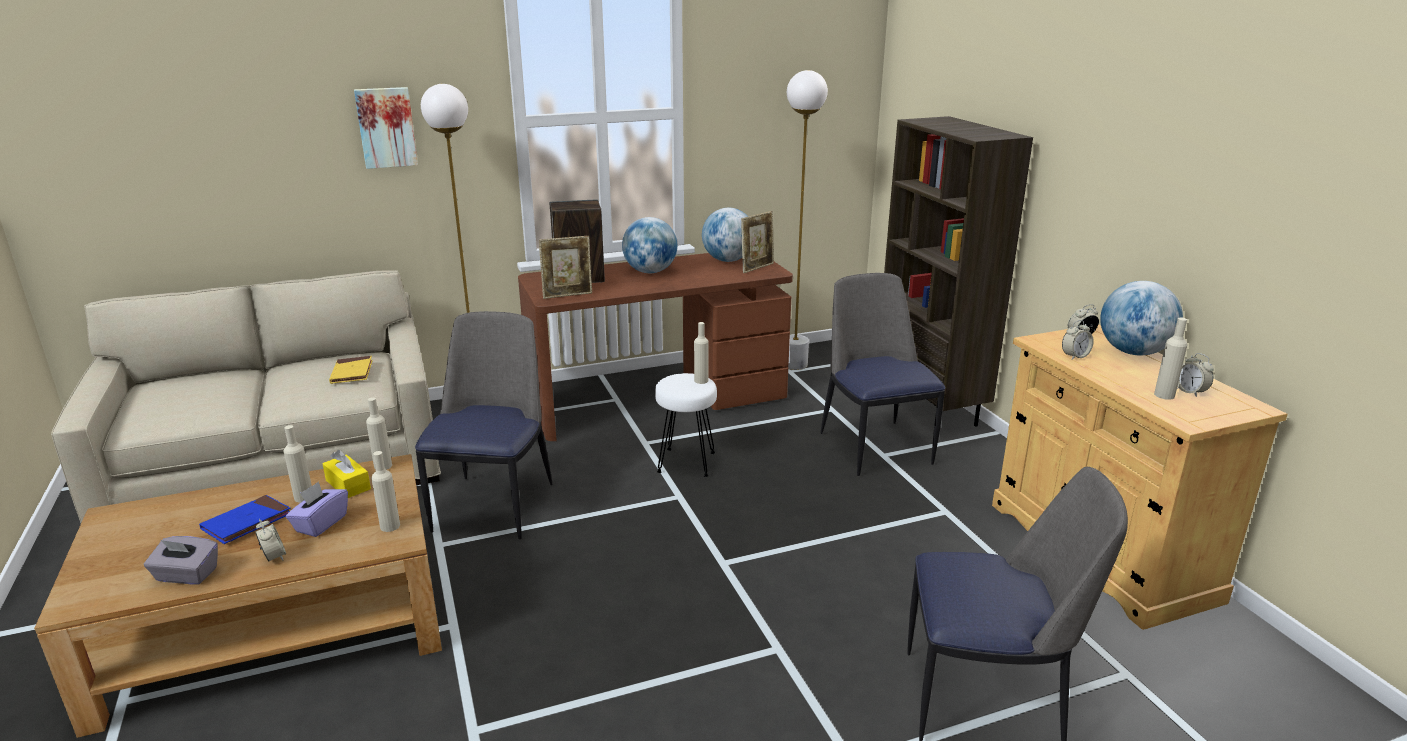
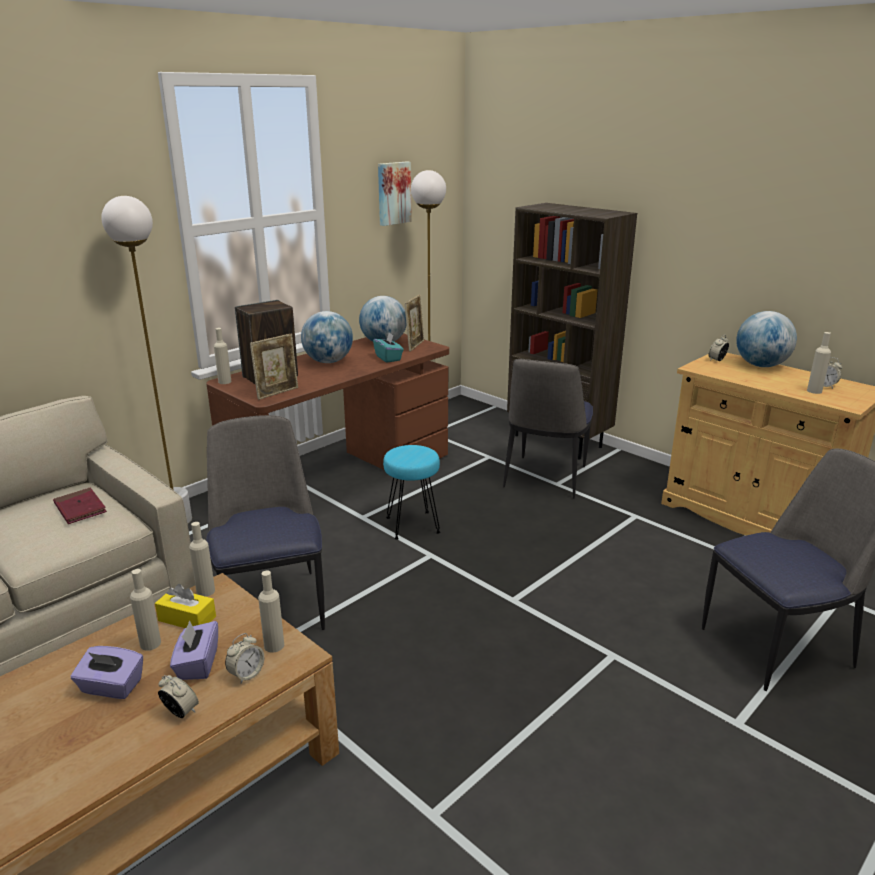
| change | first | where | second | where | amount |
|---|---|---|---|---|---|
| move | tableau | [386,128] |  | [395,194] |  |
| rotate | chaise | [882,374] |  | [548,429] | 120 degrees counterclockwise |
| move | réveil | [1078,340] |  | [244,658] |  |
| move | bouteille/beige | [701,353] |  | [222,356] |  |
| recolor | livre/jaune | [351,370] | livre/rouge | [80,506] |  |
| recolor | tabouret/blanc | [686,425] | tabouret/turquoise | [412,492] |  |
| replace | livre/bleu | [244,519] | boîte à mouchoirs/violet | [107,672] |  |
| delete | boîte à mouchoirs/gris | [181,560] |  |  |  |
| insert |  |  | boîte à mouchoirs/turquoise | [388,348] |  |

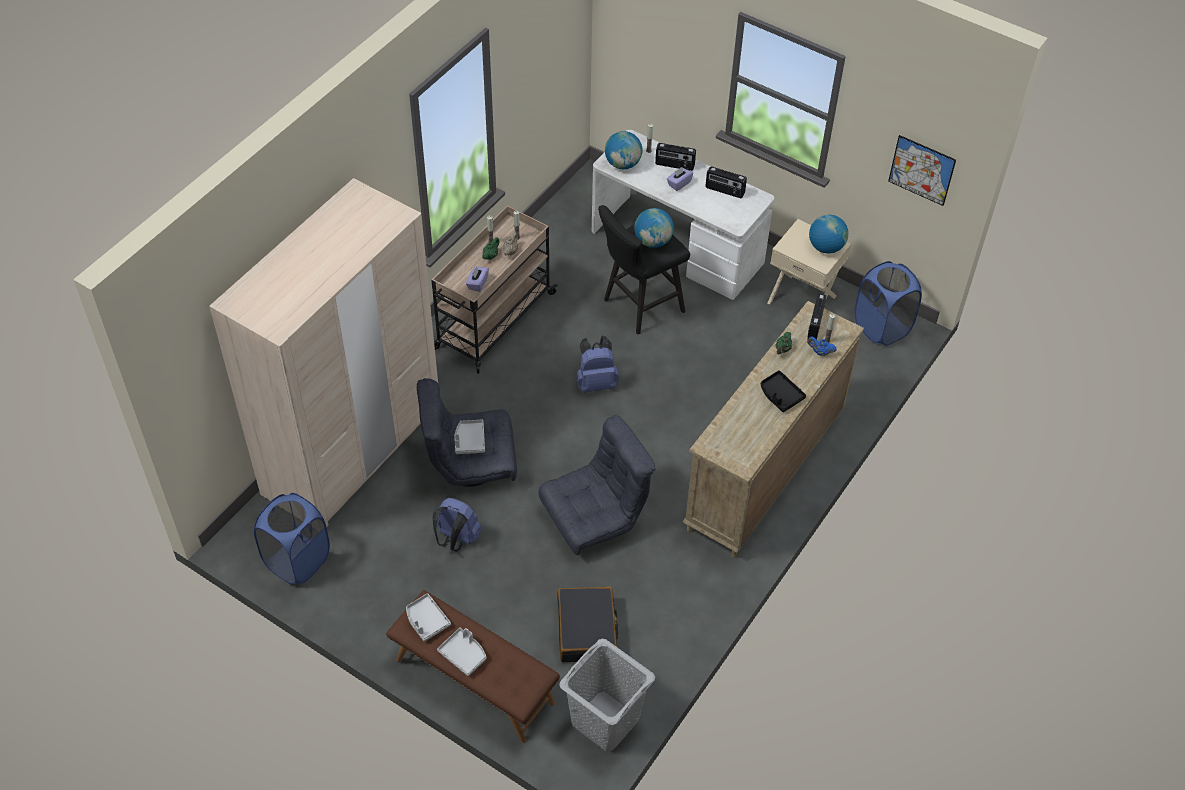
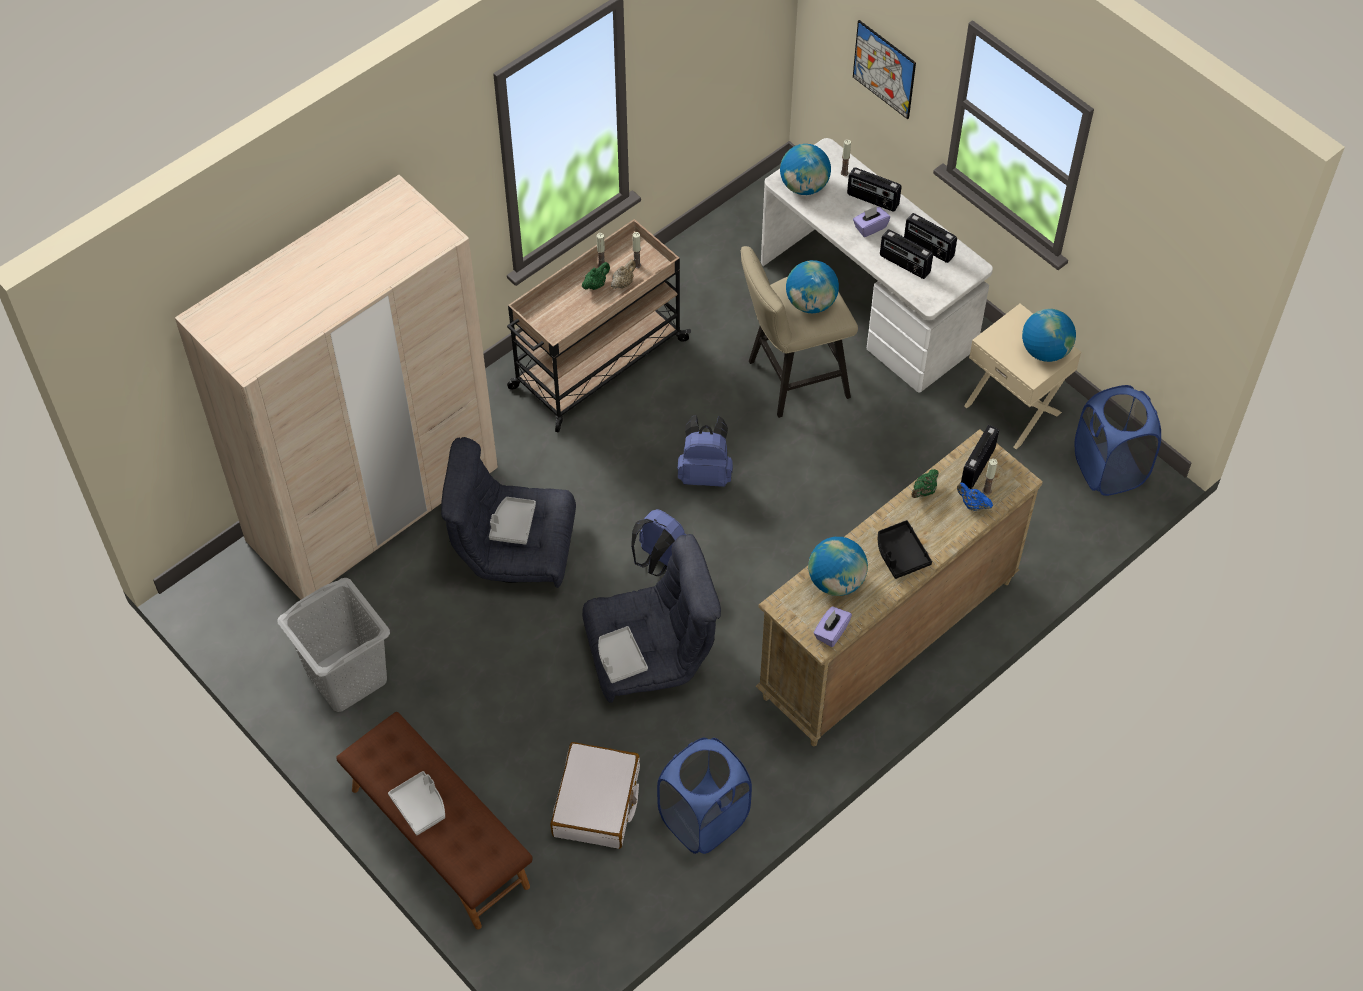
| change | first | where | second | where | amount |
|---|---|---|---|---|---|
| move | tableau | [922,170] |  | [884,69] |  |
| recolor | tabouret/noir | [644,270] | tabouret/beige | [799,332] |  |
| move | boîte à mouchoirs/violet | [477,279] |  | [832,626] |  |
| move | panier à linge/bleu | [292,539] |  | [704,796] |  |
| move | sac à dos/bleu | [457,525] |  | [658,542] |  |
| recolor | valise/noir | [588,624] | valise/blanc | [595,795] |  |
| move | plateau/gris | [428,617] |  | [623,654] |  |
| move | panier à linge/gris | [607,695] |  | [333,645] |  |
| insert |  |  | radio | [906,254] |  |
| insert |  |  | globe | [838,566] |  |

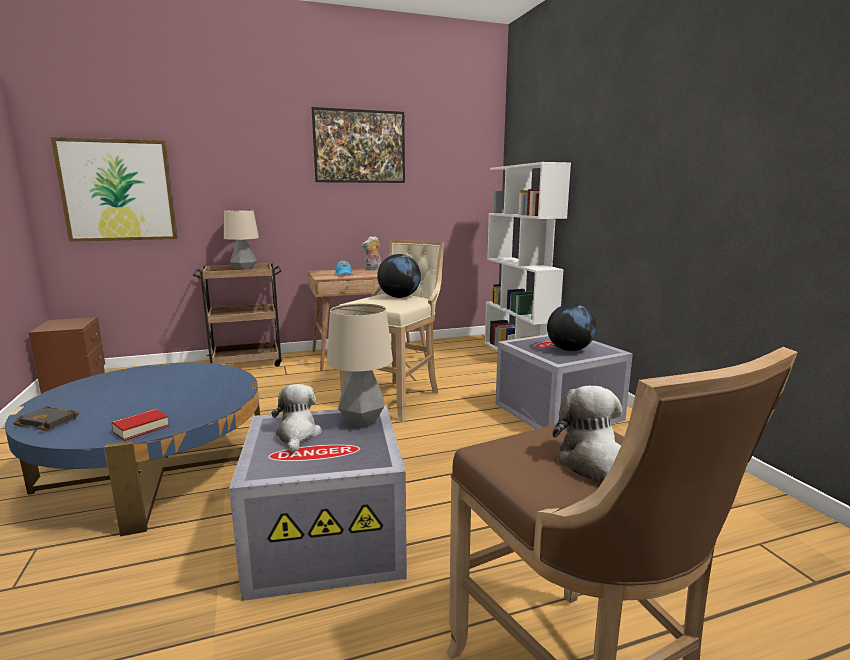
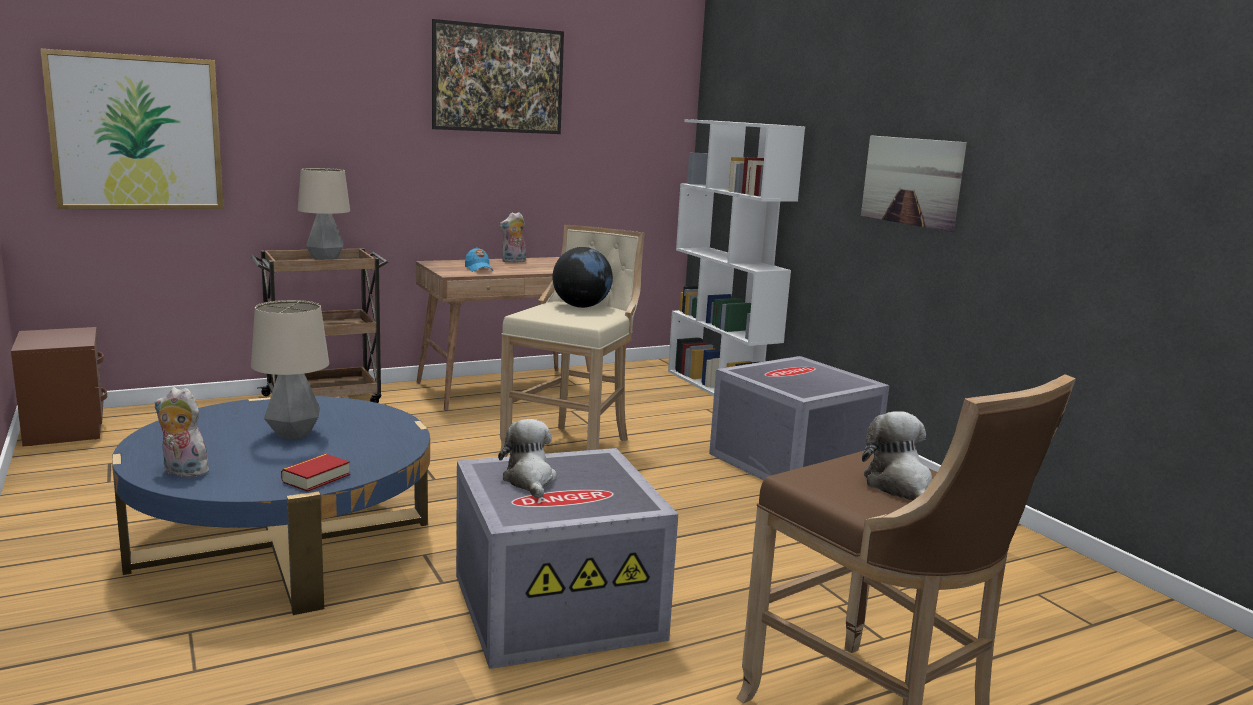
| change | first | where | second | where | amount |
|---|---|---|---|---|---|
| delete | globe | [571,327] |  |  |  |
| move | lampe de table | [360,365] |  | [290,370] |  |
| replace | livre/noir | [46,418] | peluche | [182,432] |  |
| insert |  |  | tableau | [914,183] |  |

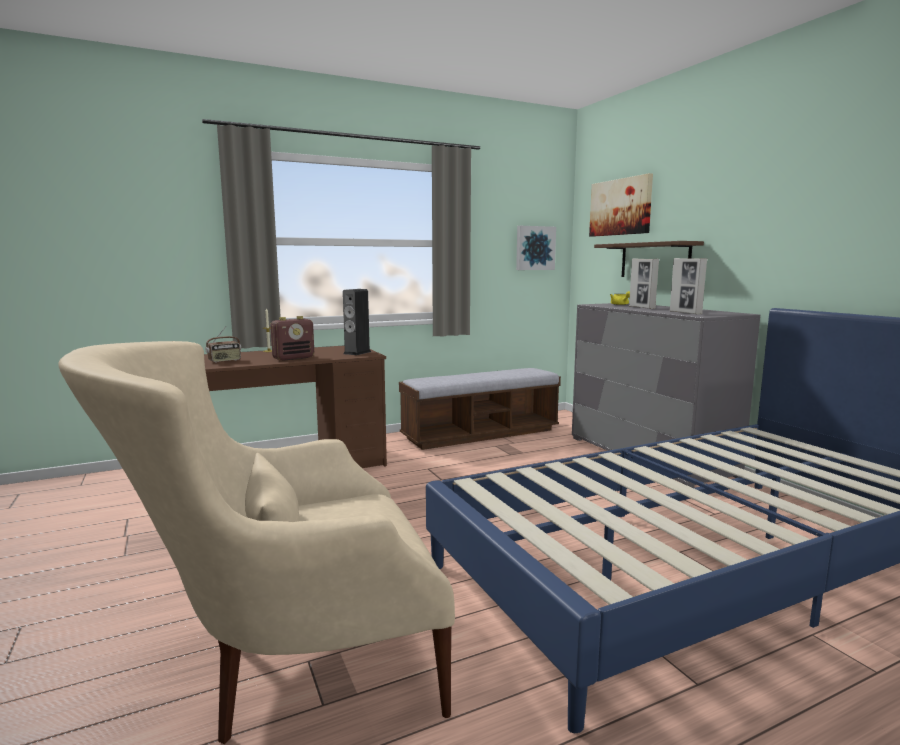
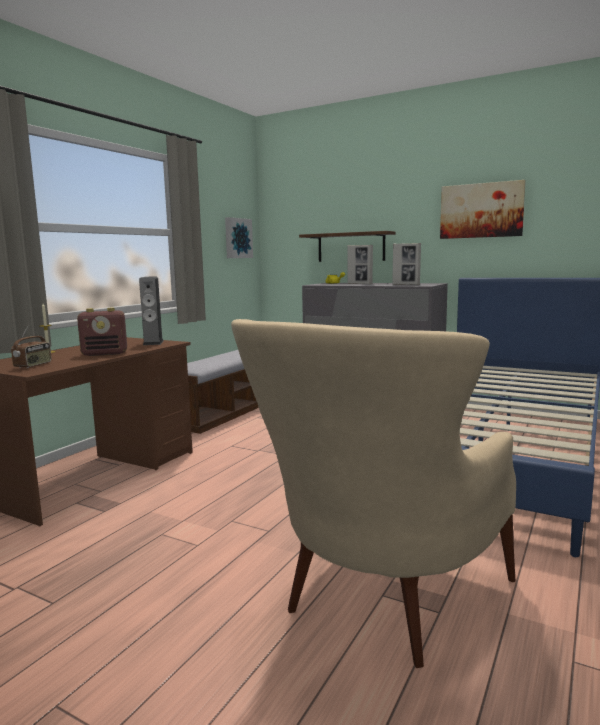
| change | first | where | second | where | amount |
|---|---|---|---|---|---|
| move | tableau | [621,205] |  | [483,209] |  |
| rotate | radio | [292,338] |  | [102,332] | 60 degrees clockwise |

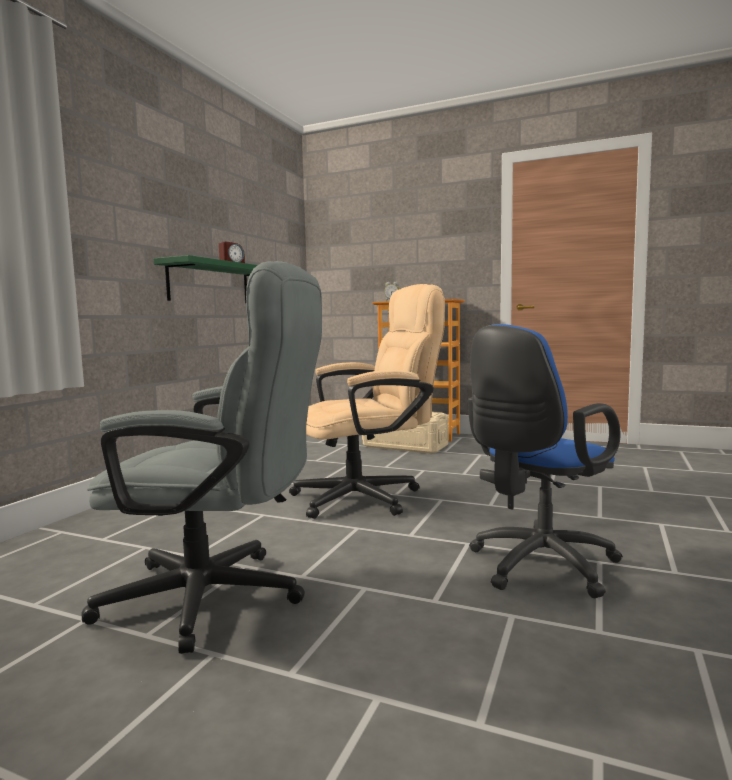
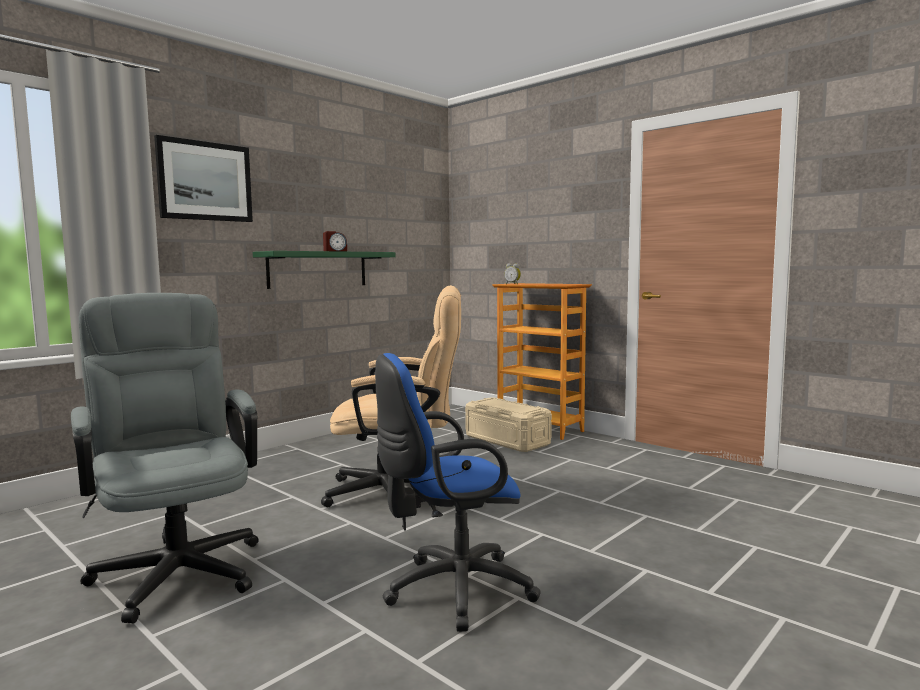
| change | first | where | second | where | amount |
|---|---|---|---|---|---|
| rotate | chaise de bureau/gris | [202,457] |  | [165,458] | 150 degrees counterclockwise |
| insert |  |  | tableau | [203,178] |  |

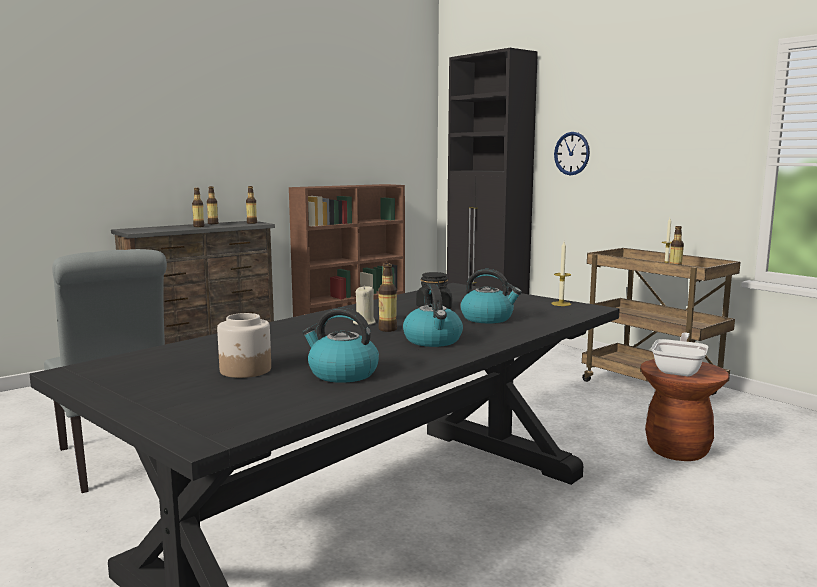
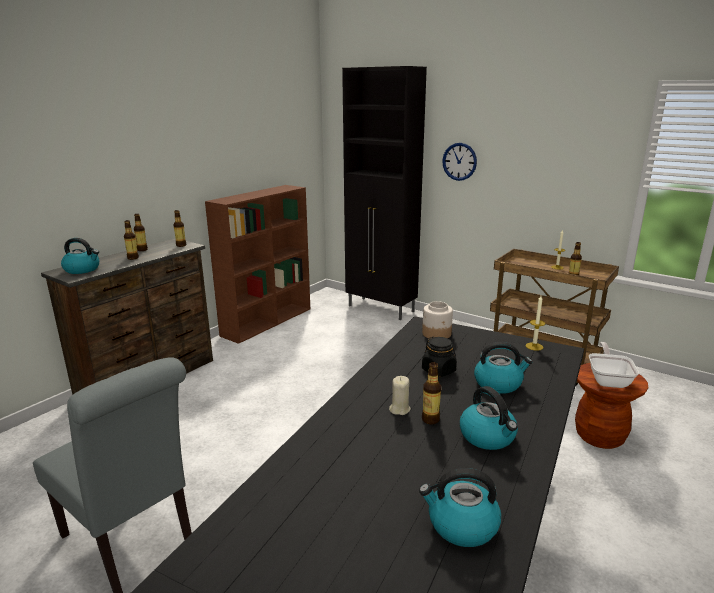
| change | first | where | second | where | amount |
|---|---|---|---|---|---|
| move | bocal | [244,345] |  | [437,320] |  |
| insert |  |  | bouilloire | [80,256] |  |

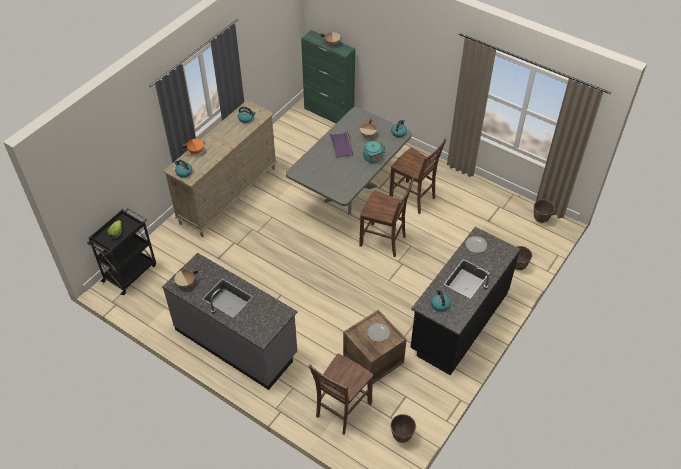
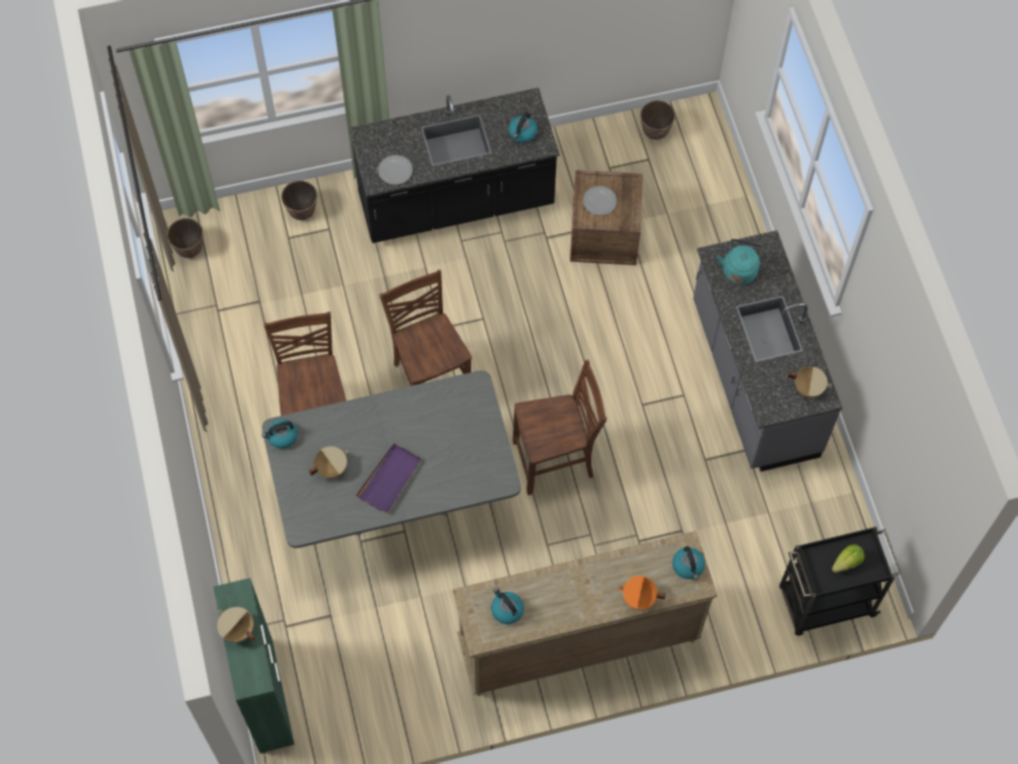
| change | first | where | second | where | amount |
|---|---|---|---|---|---|
| move | bouilloire/turquoise | [374,152] |  | [740,262] |  |
| move | chaise/marron | [341,394] |  | [560,427] |  |

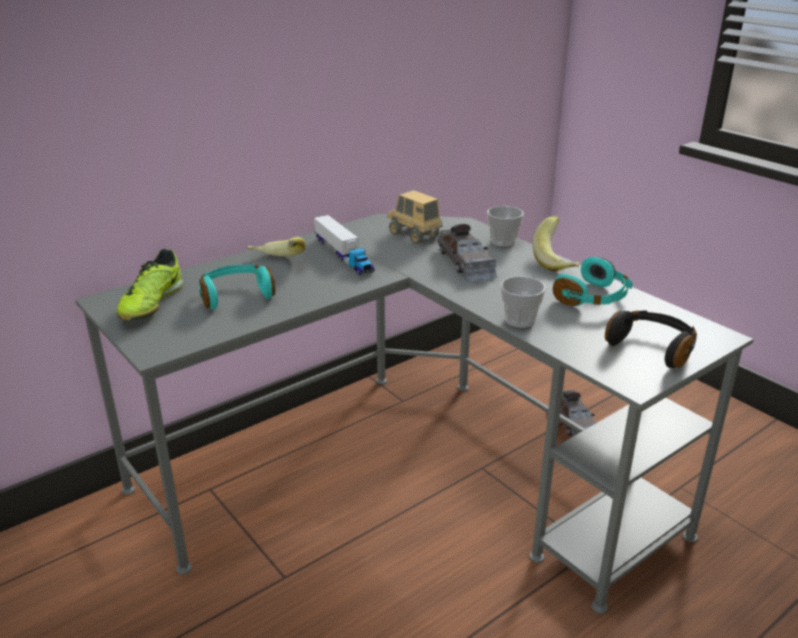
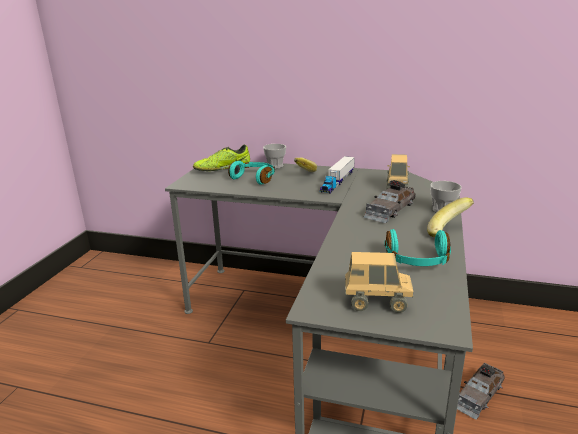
| change | first | where | second | where | amount |
|---|---|---|---|---|---|
| move | tasse | [523,302] |  | [274,156] |  |
| replace | casque audio/noir | [651,339] | camion jouet | [379,282] |  |

